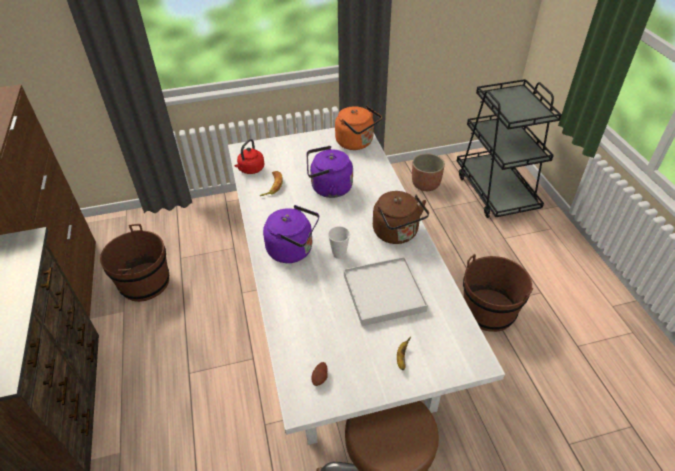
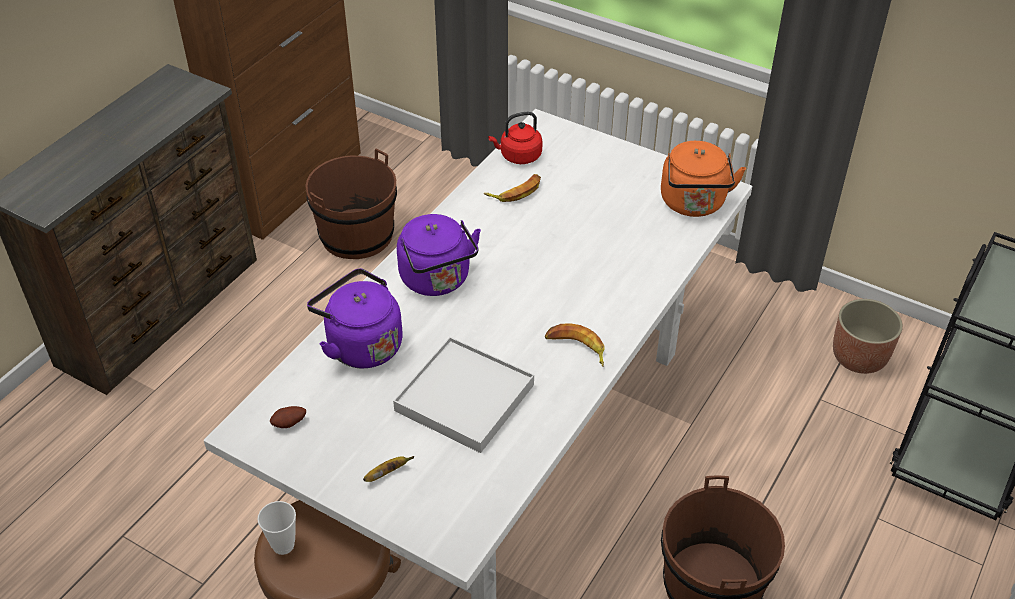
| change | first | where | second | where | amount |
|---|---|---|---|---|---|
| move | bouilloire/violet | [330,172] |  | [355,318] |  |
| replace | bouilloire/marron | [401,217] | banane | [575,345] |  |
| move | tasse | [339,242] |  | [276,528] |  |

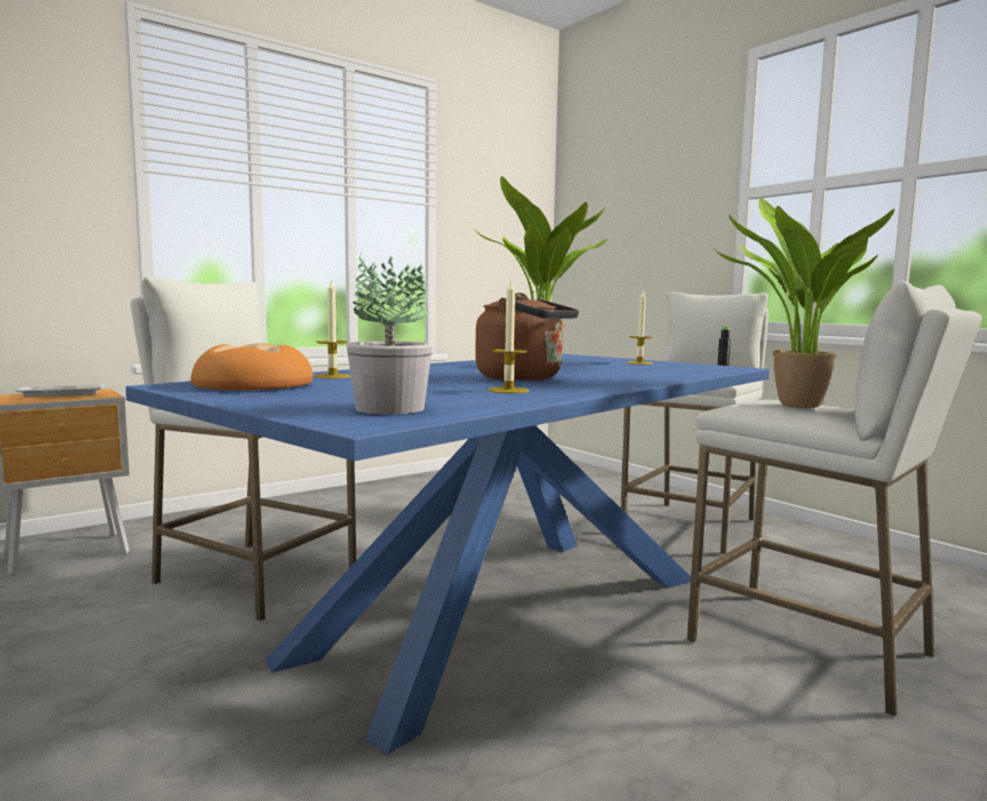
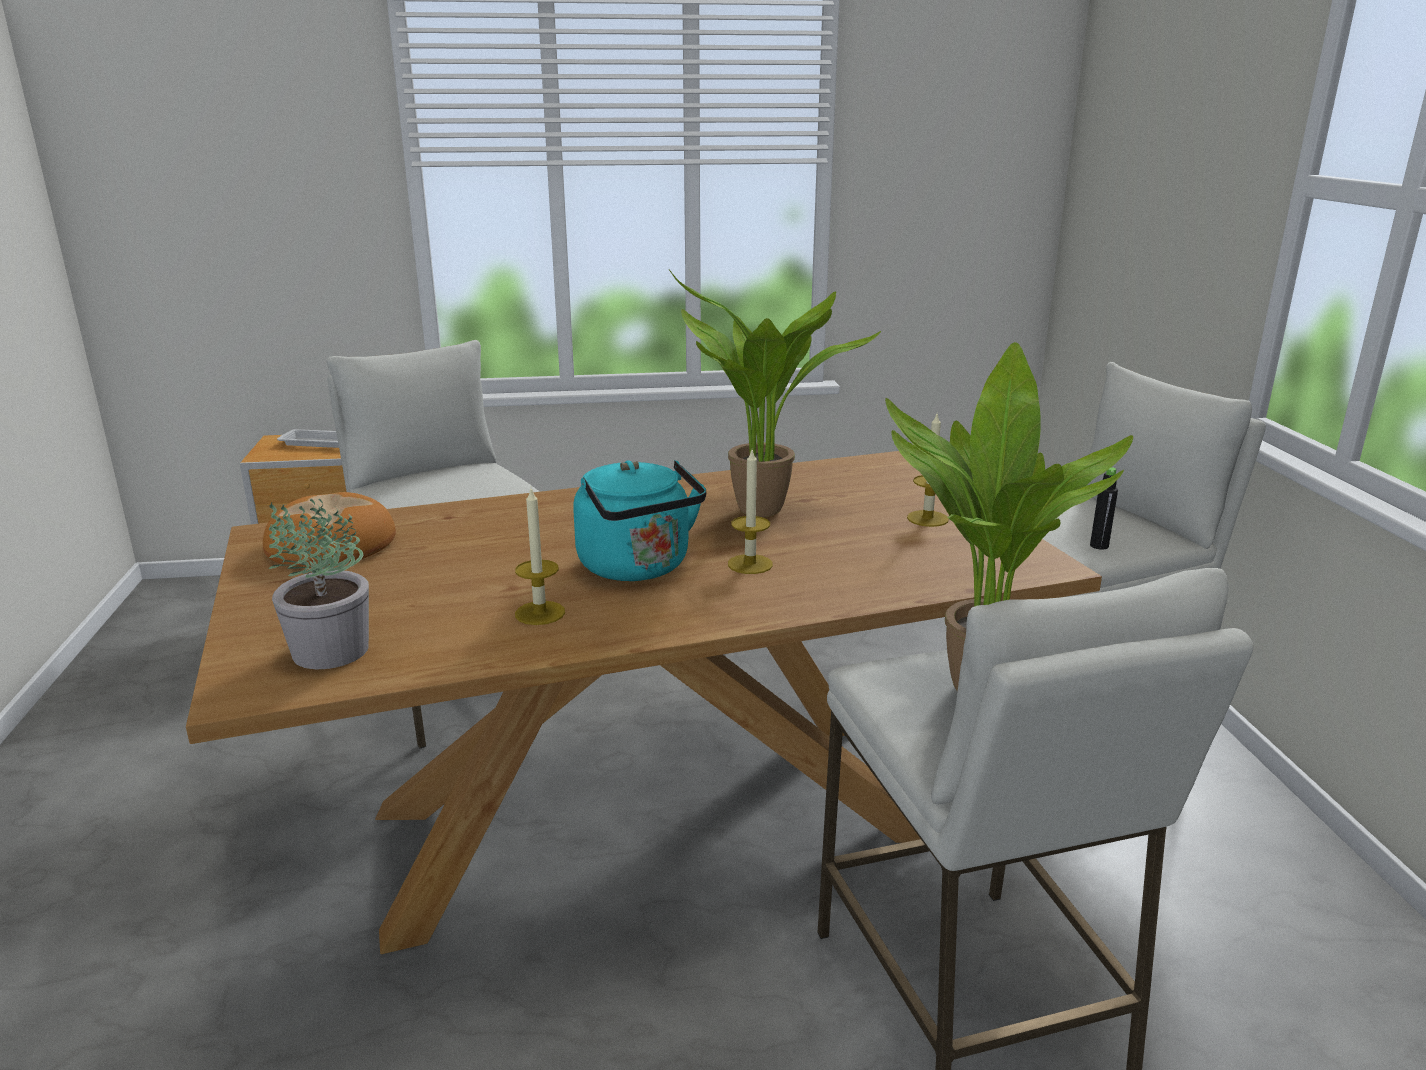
| change | first | where | second | where | amount |
|---|---|---|---|---|---|
| move | bougie | [332,329] |  | [750,512] |  |
| recolor | bouilloire/marron | [527,337] | bouilloire/turquoise | [639,520] |  |
| recolor | table à manger/bleu | [447,554] | table à manger/marron | [644,702] |  |

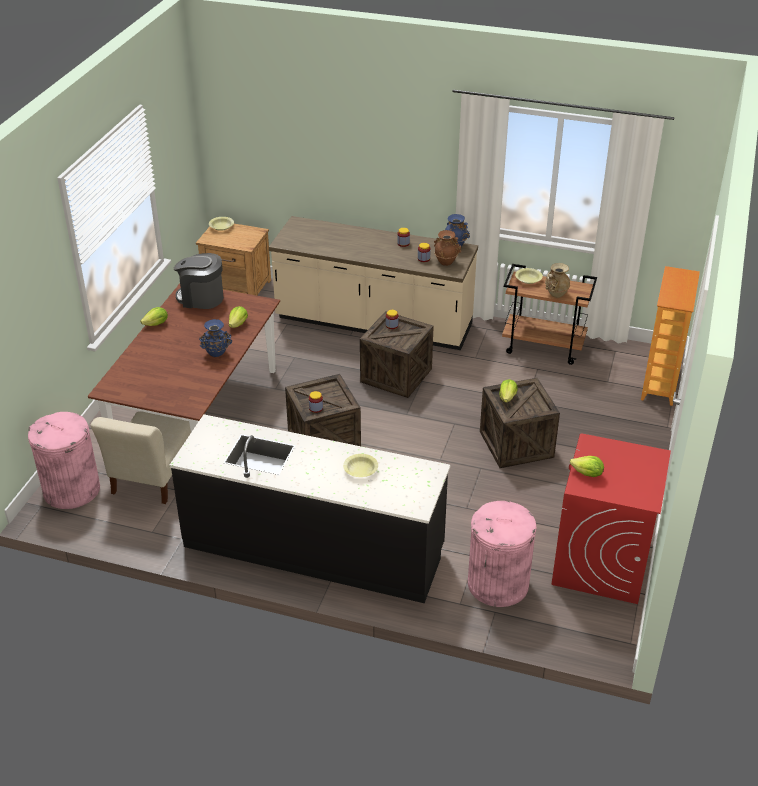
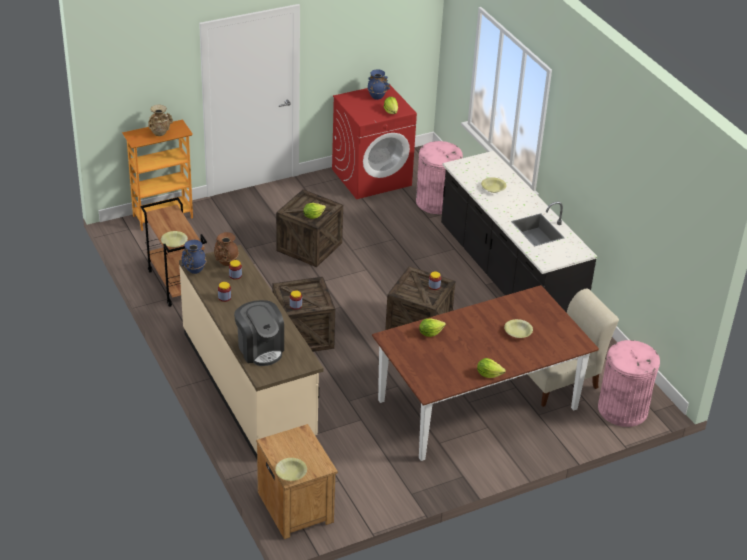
| change | first | where | second | where | amount |
|---|---|---|---|---|---|
| move | machine à café | [199,281] |  | [259,333] |  |
| move | vase/beige | [557,280] |  | [160,120] |  |
| move | vase/bleu | [215,338] |  | [378,85] |  |
| insert |  |  | bol/jaune | [518,328] |  |

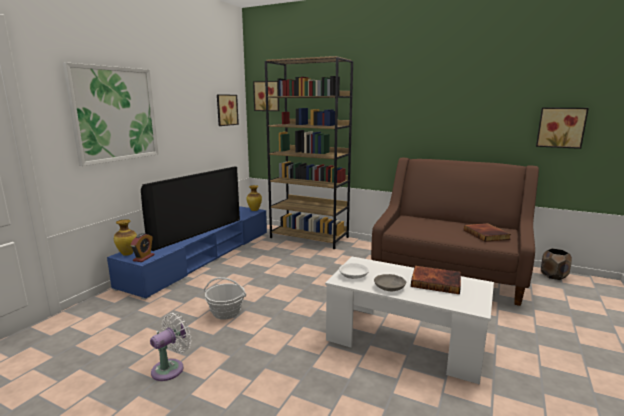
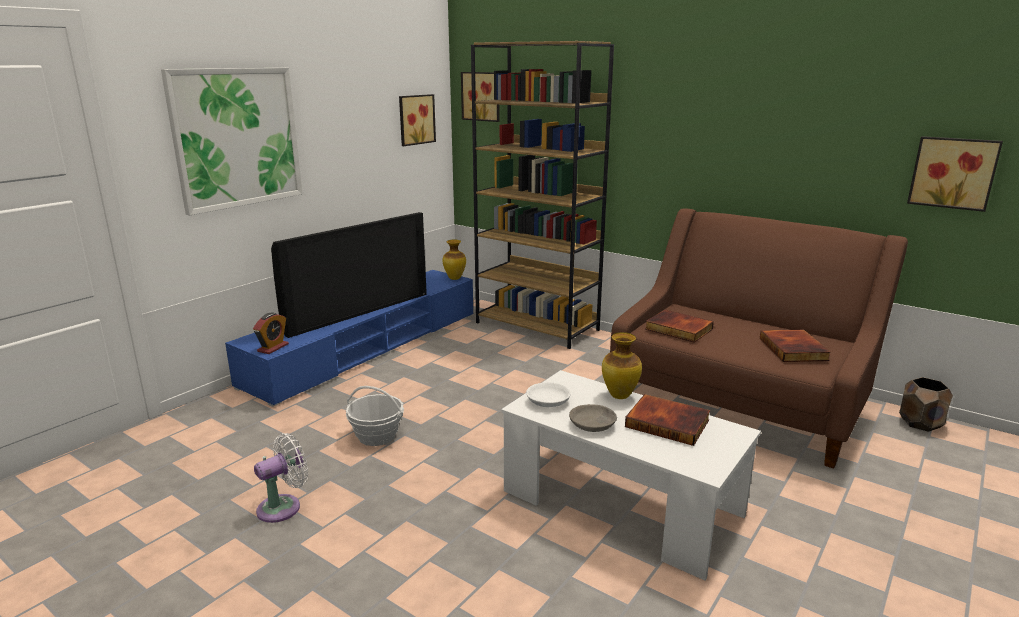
| change | first | where | second | where | amount |
|---|---|---|---|---|---|
| move | vase | [125,237] |  | [622,365] |  |
| insert |  |  | livre | [679,326] |  |

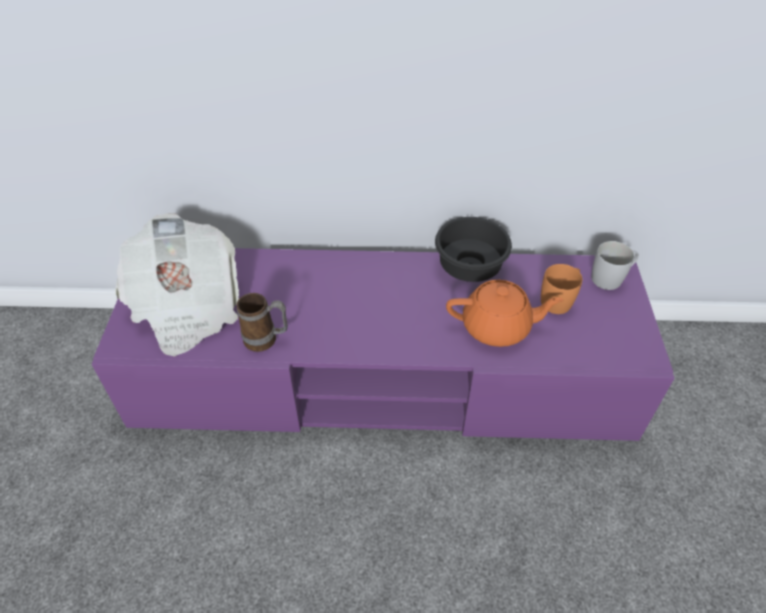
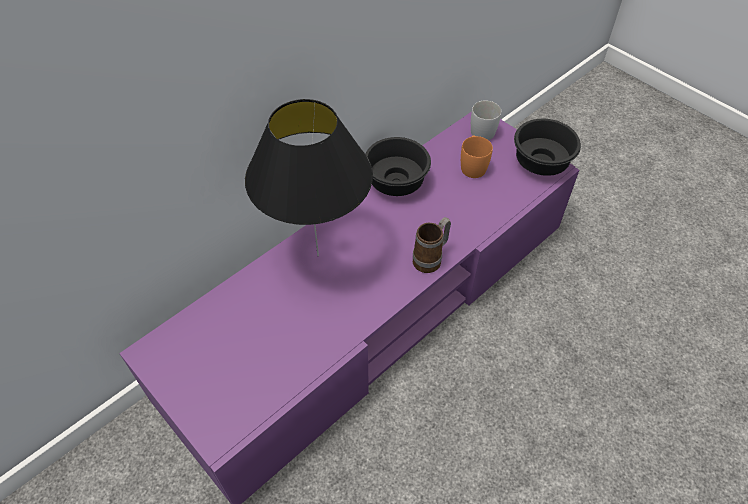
| change | first | where | second | where | amount |
|---|---|---|---|---|---|
| delete | journal | [177,285] |  |  |  |
| delete | théière/orange | [505,313] |  |  |  |
| move | mug | [262,322] |  | [432,245] |  |
| insert |  |  | lampe de table/noir | [309,178] |  |
| insert |  |  | bol/noir | [547,147] |  |

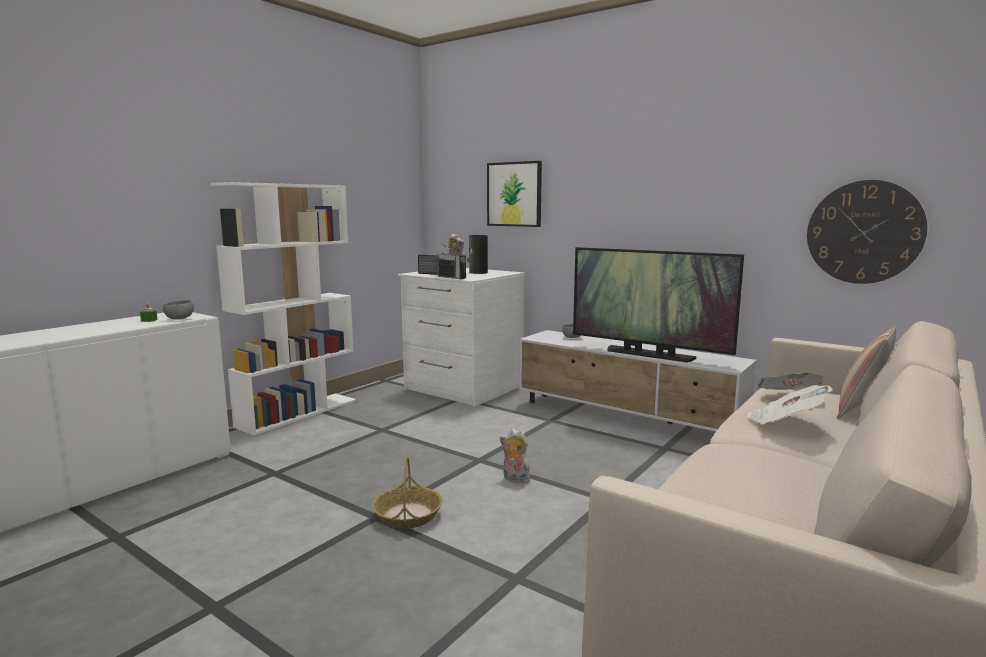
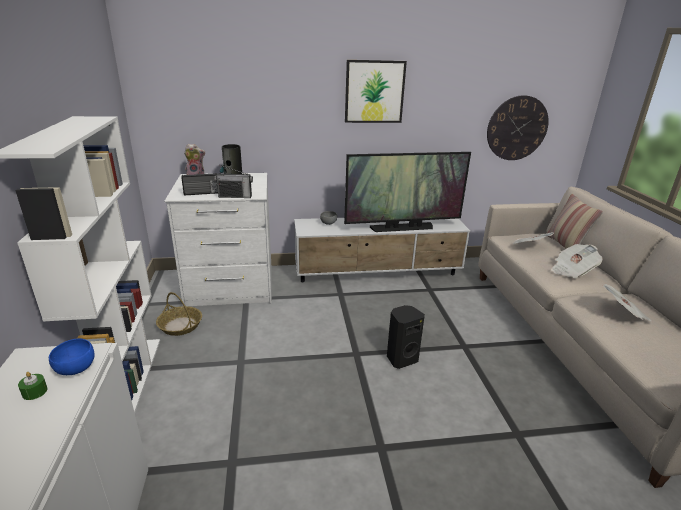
| change | first | where | second | where | amount |
|---|---|---|---|---|---|
| move | tableau | [514,194] |  | [376,91] |  |
| recolor | bol/gris | [178,310] | bol/bleu | [72,357] |  |
| replace | peluche | [515,456] | enceinte/noir | [406,337] |  |
| move | panier | [407,493] |  | [179,314] |  |
| insert |  |  | journal | [627,303] |  |

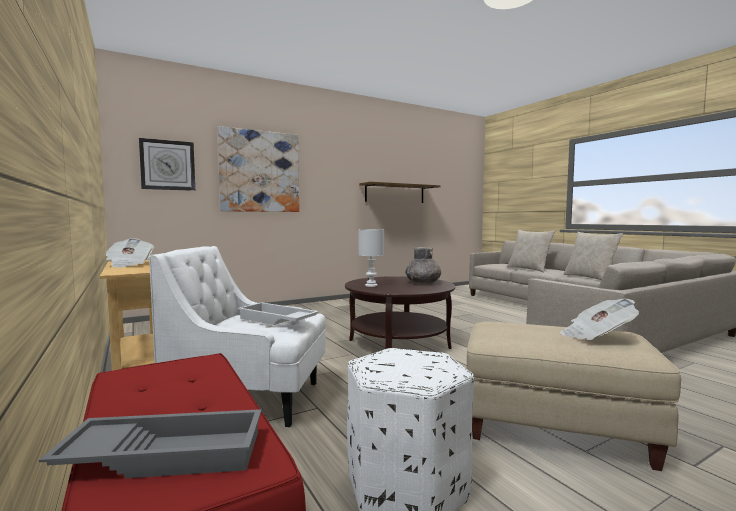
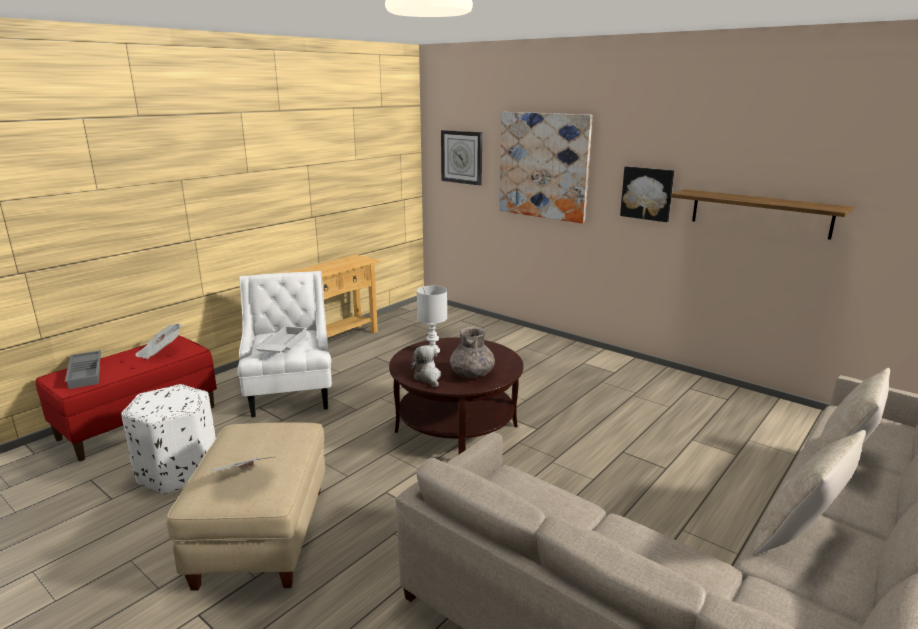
| change | first | where | second | where | amount |
|---|---|---|---|---|---|
| move | journal | [129,253] |  | [158,341] |  |
| insert |  |  | tableau | [647,194] |  |
| insert |  |  | peluche | [426,366] |  |

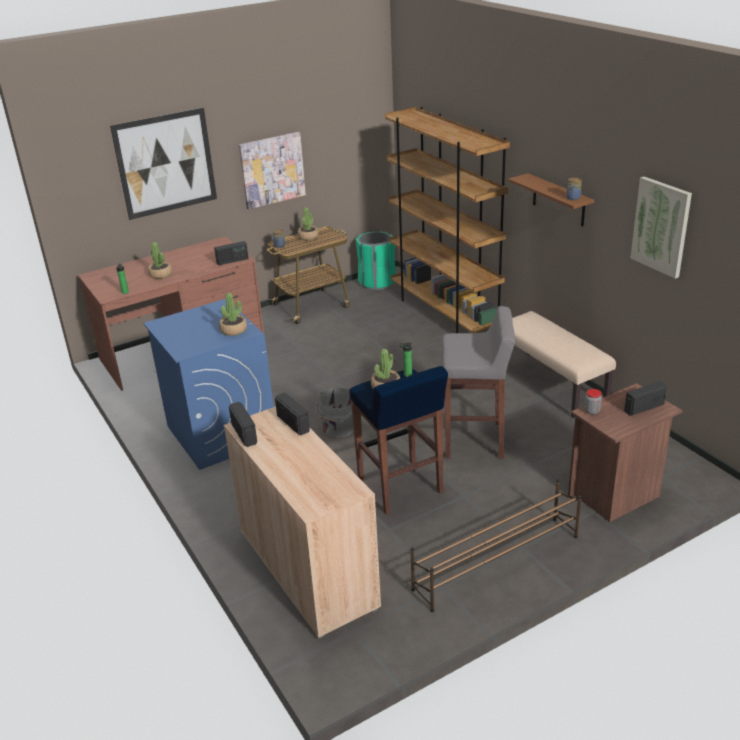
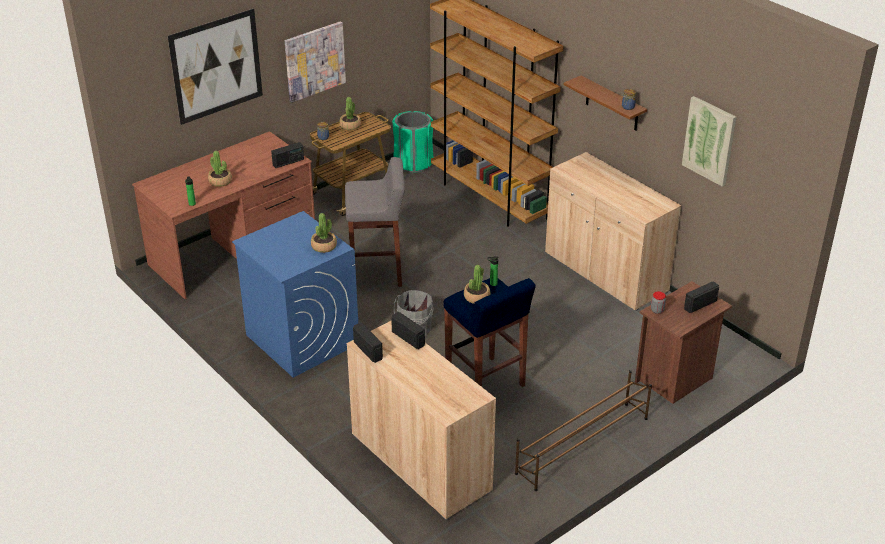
| change | first | where | second | where | amount |
|---|---|---|---|---|---|
| move | tabouret/gris | [478,382] |  | [375,222] |  |
| replace | banc/beige | [564,364] | meuble de rangement/beige | [613,231] |  |

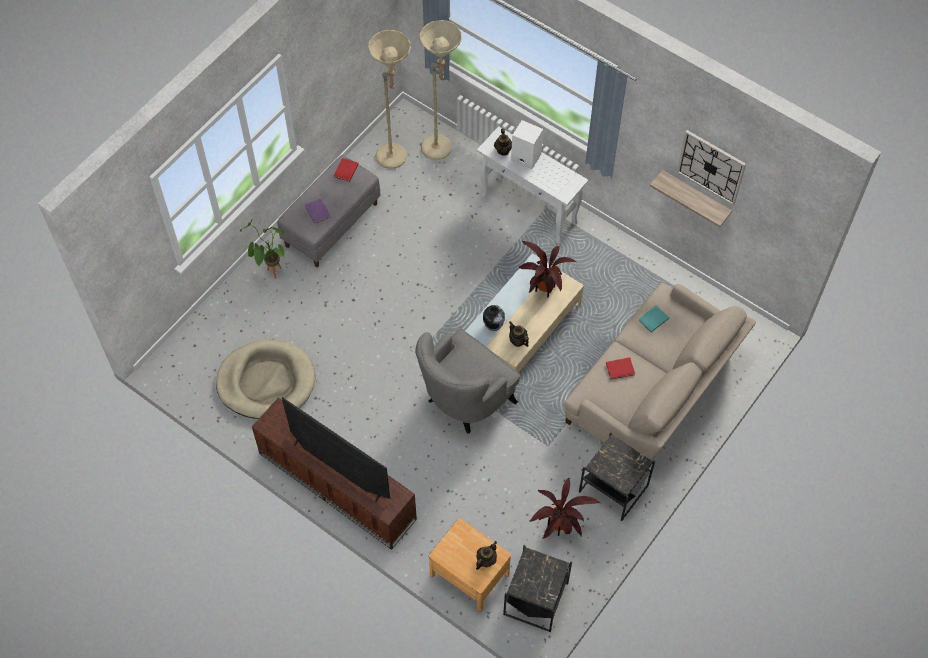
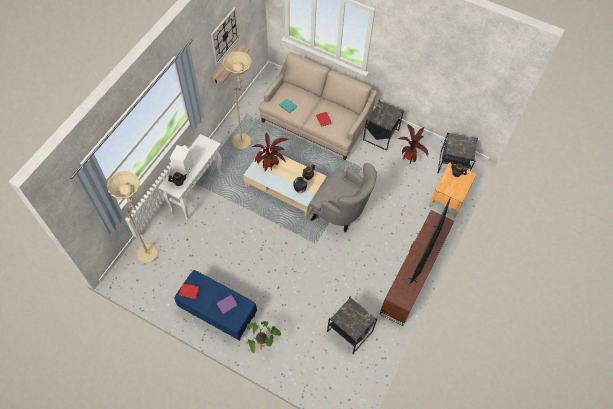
| change | first | where | second | where | amount |
|---|---|---|---|---|---|
| move | lampadaire/beige | [389,99] |  | [237,100] |  |
| recolor | banc/gris | [328,211] | banc/bleu | [215,305] |  |
| replace | panier pour chien/beige | [265,379] | table d'appoint/noir | [352,325] |  |

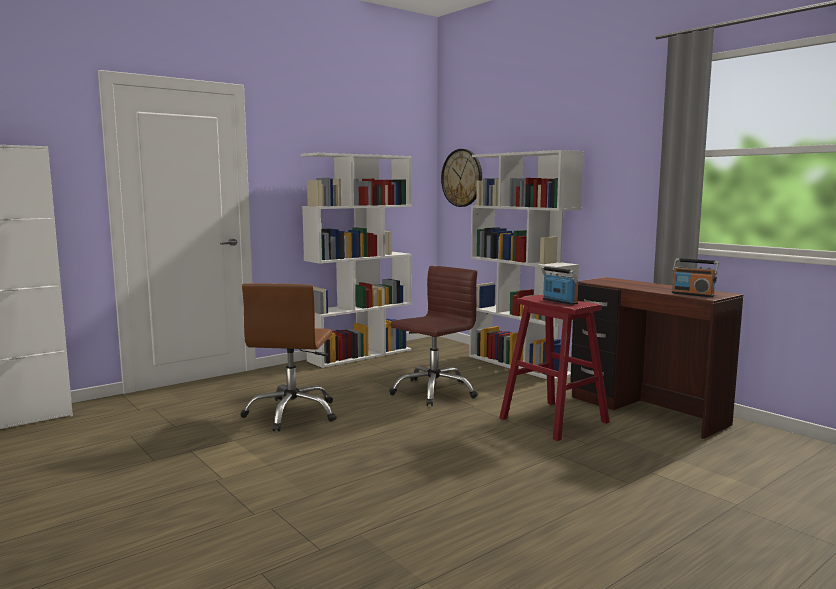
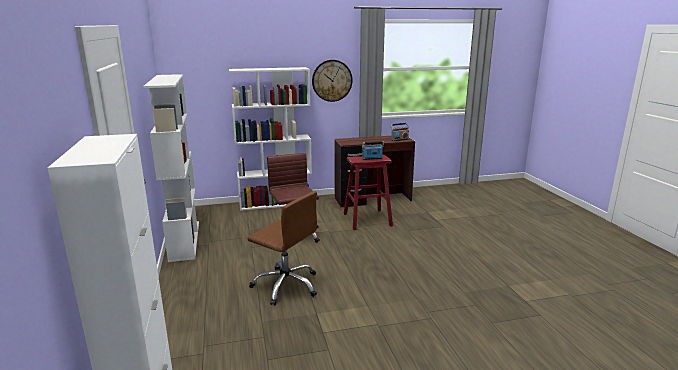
| change | first | where | second | where | amount |
|---|---|---|---|---|---|
| move | horloge murale | [461,178] |  | [332,81] |  |

